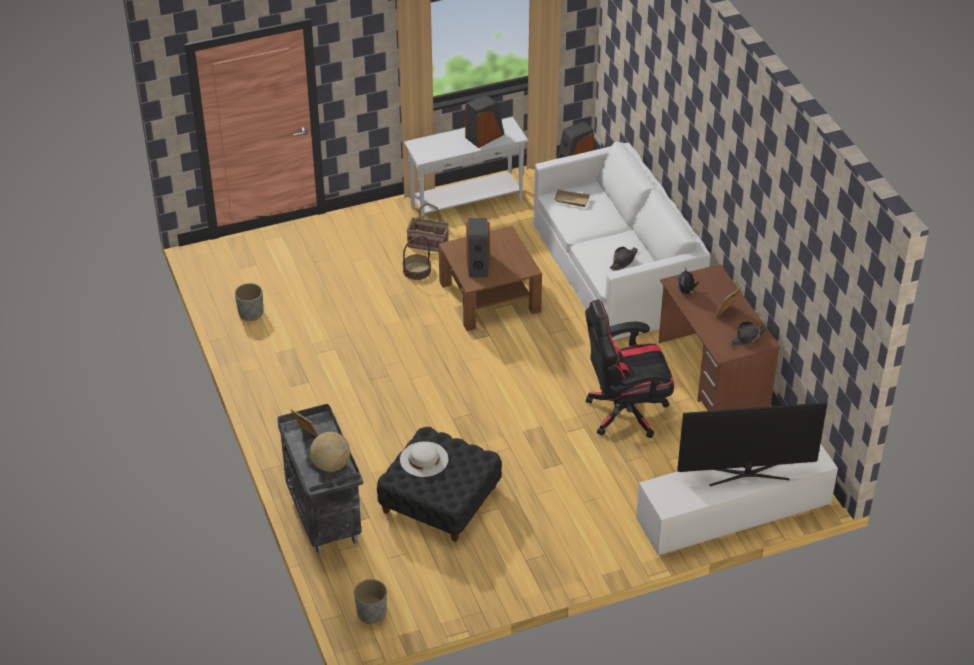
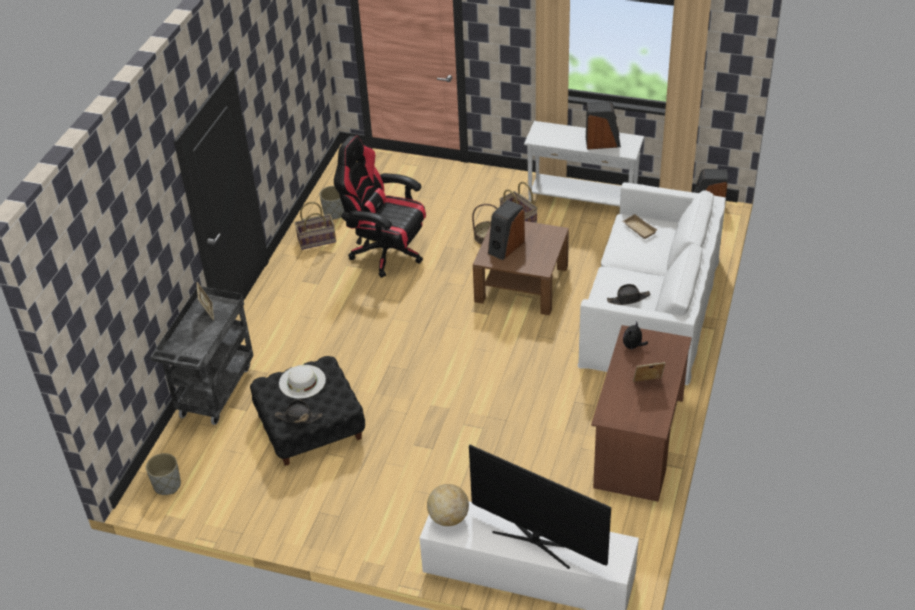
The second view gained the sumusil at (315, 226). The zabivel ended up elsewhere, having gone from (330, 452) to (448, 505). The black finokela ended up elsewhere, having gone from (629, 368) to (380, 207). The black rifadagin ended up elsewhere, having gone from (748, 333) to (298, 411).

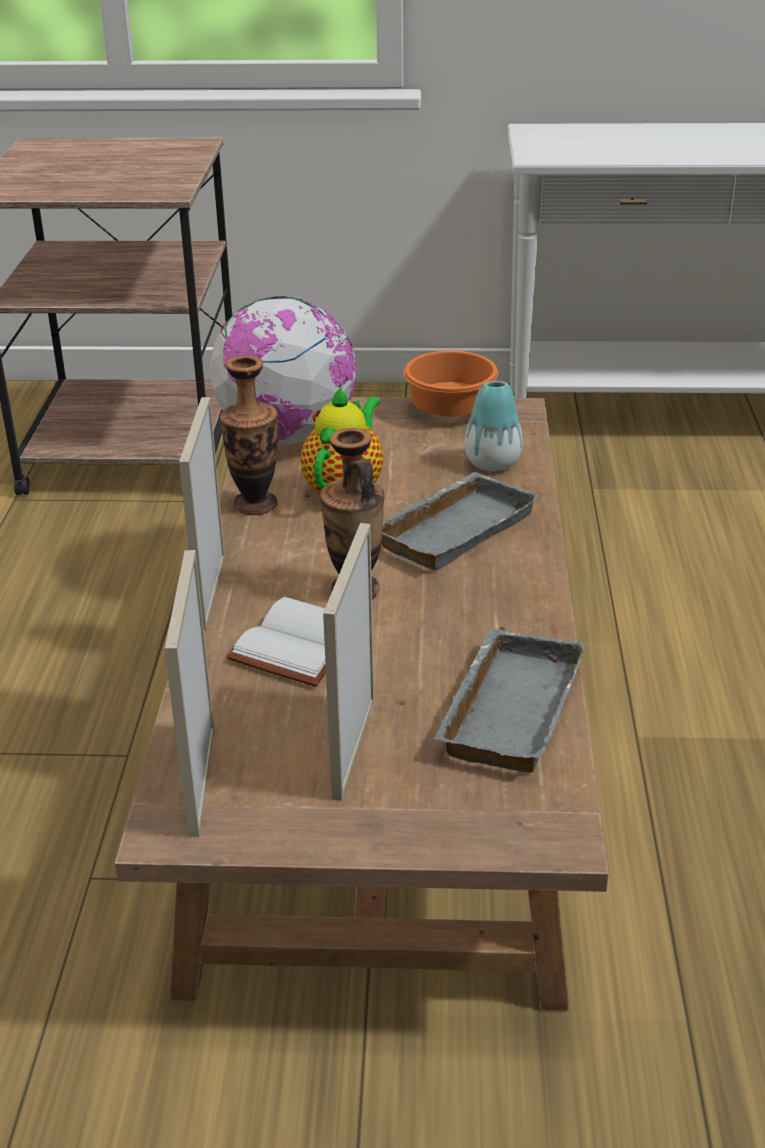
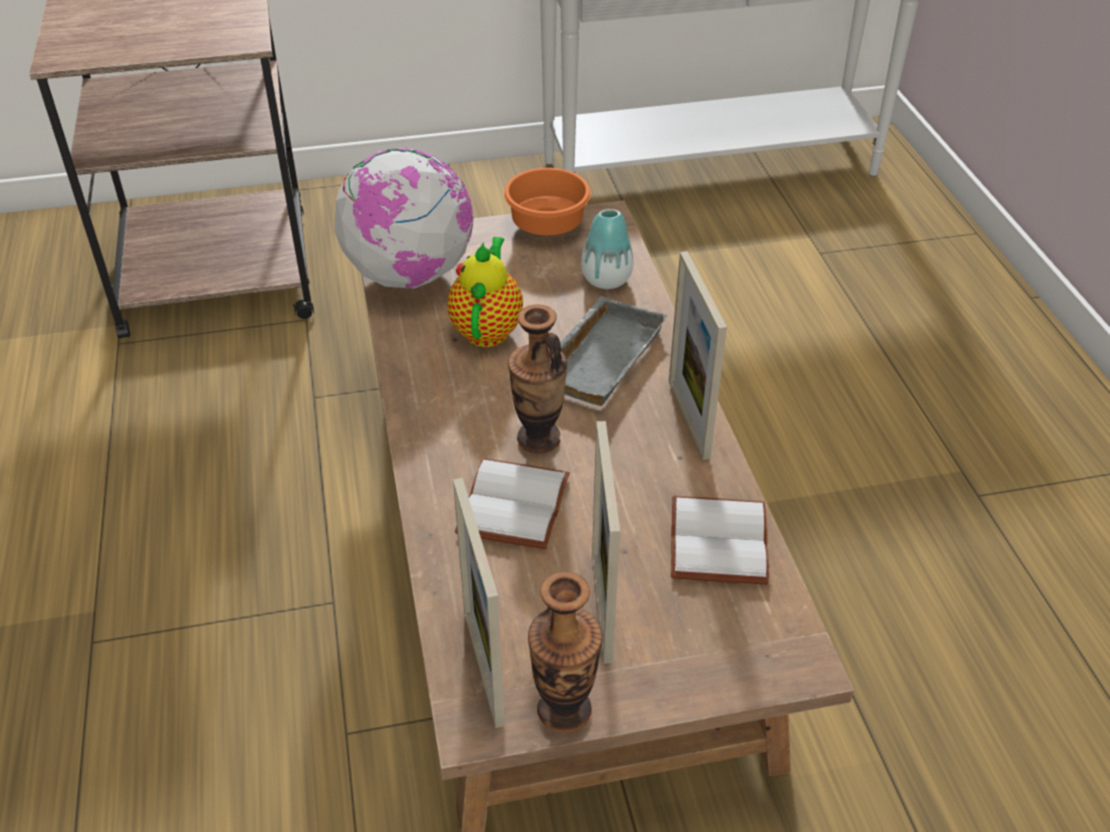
The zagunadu ended up elsewhere, having gone from (202, 514) to (698, 355). The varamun ended up elsewhere, having gone from (249, 435) to (565, 652). Where the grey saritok stood at (509, 700), the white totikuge came to stand at (720, 540).

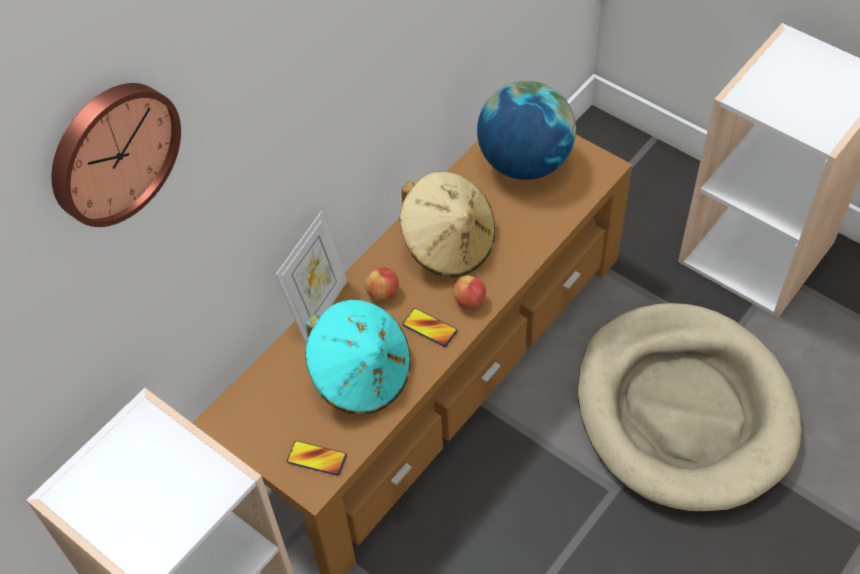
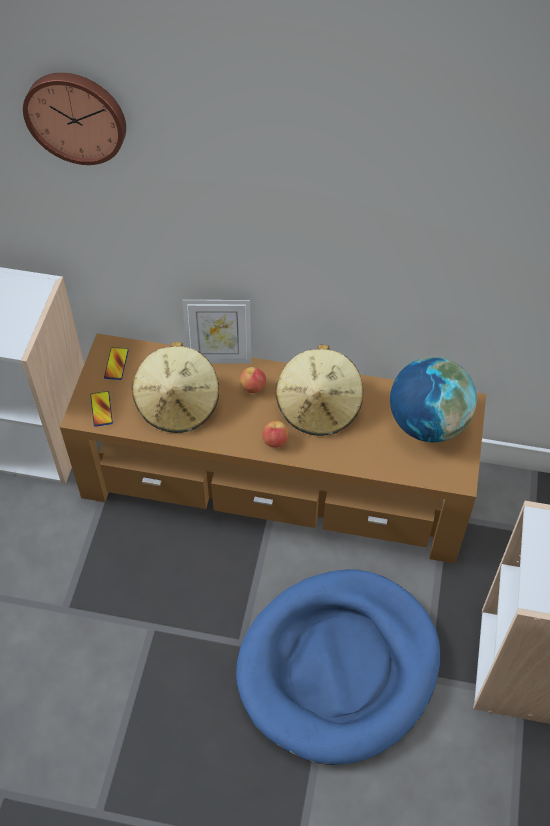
The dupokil ended up elsewhere, having gone from (429, 327) to (116, 363). What was the turquoise rifadagin at (358, 357) turned into the beige rifadagin at (175, 387). What was the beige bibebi at (689, 407) turned into the blue bibebi at (338, 667).

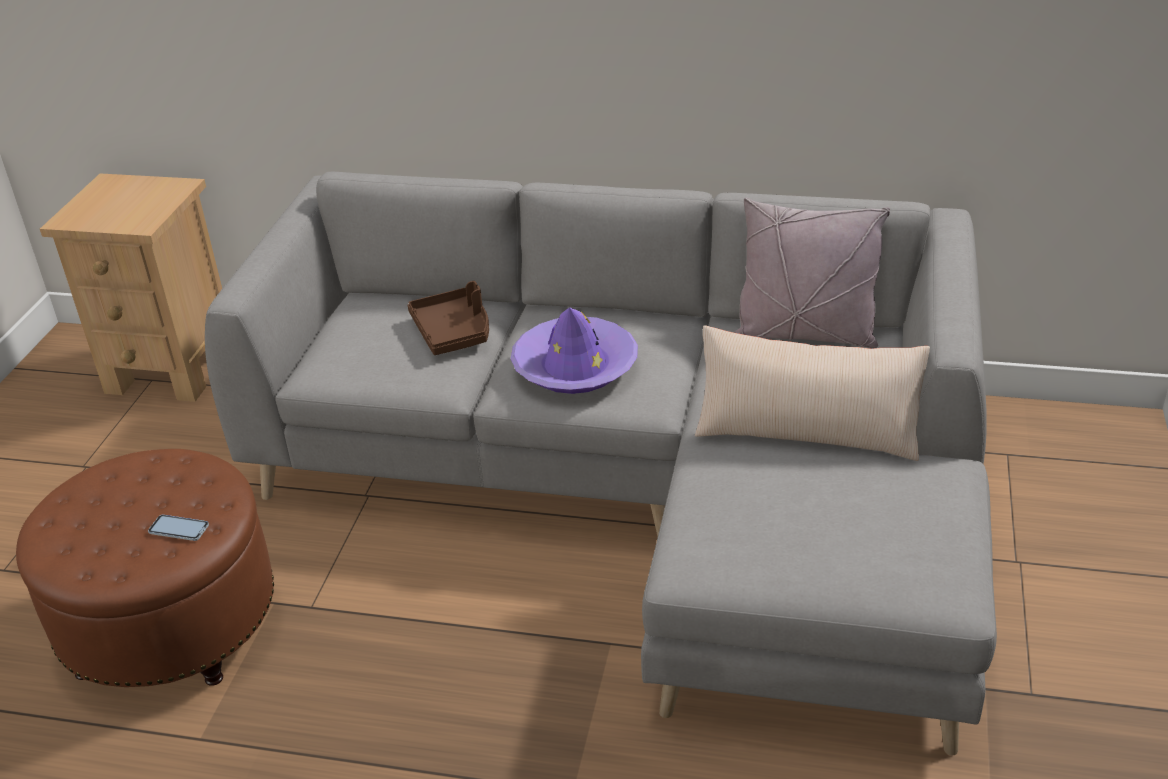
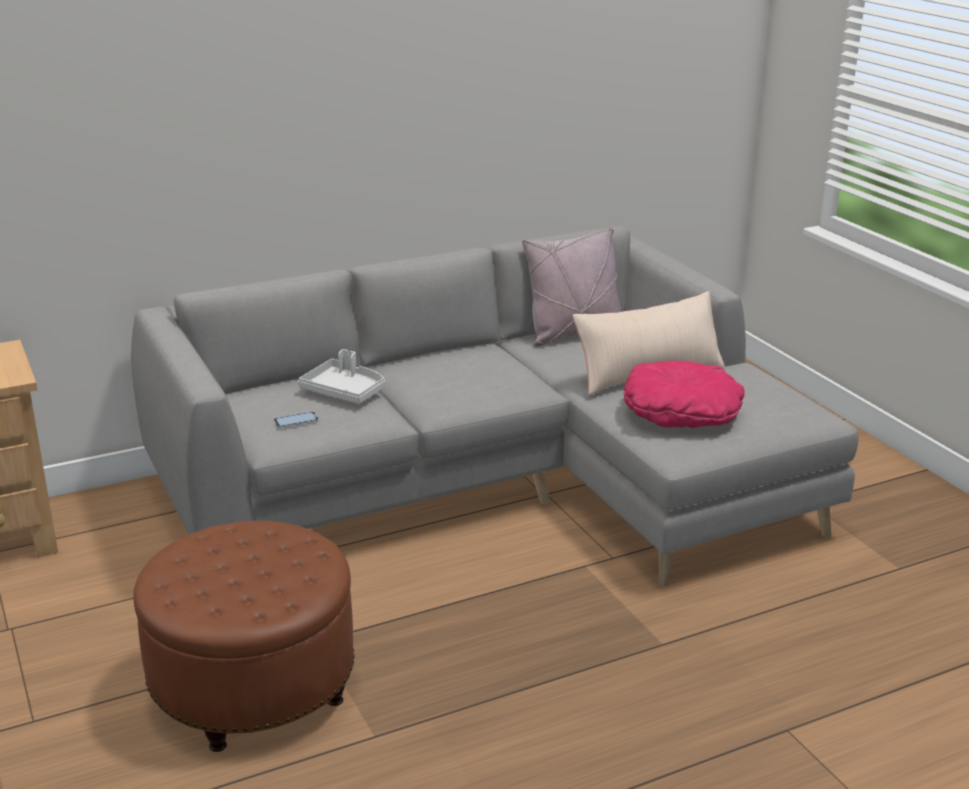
The second view lost the purple rifadagin at (574, 350). The second view gained the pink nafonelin at (684, 394). The dupokil ended up elsewhere, having gone from (178, 528) to (296, 420). What was the brown saritok at (448, 318) turned into the grey saritok at (341, 376).

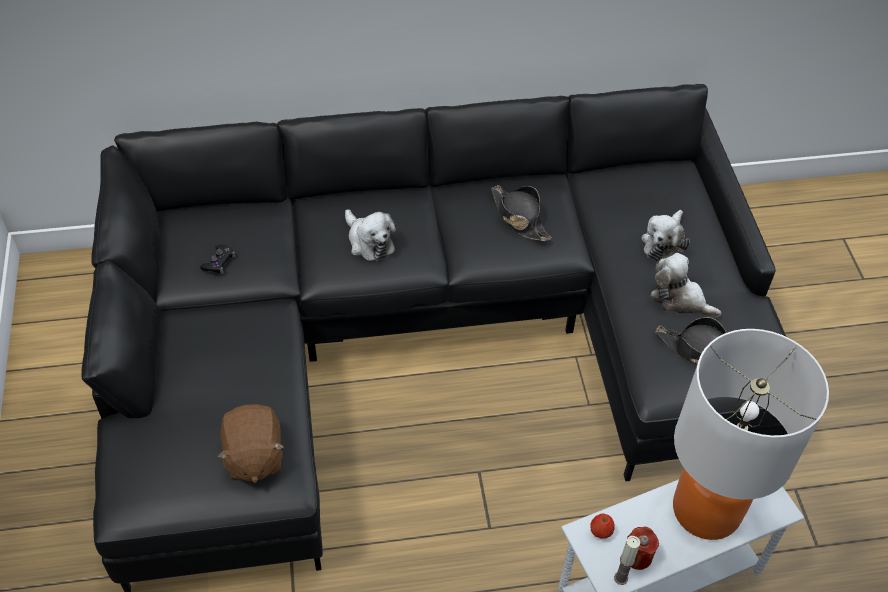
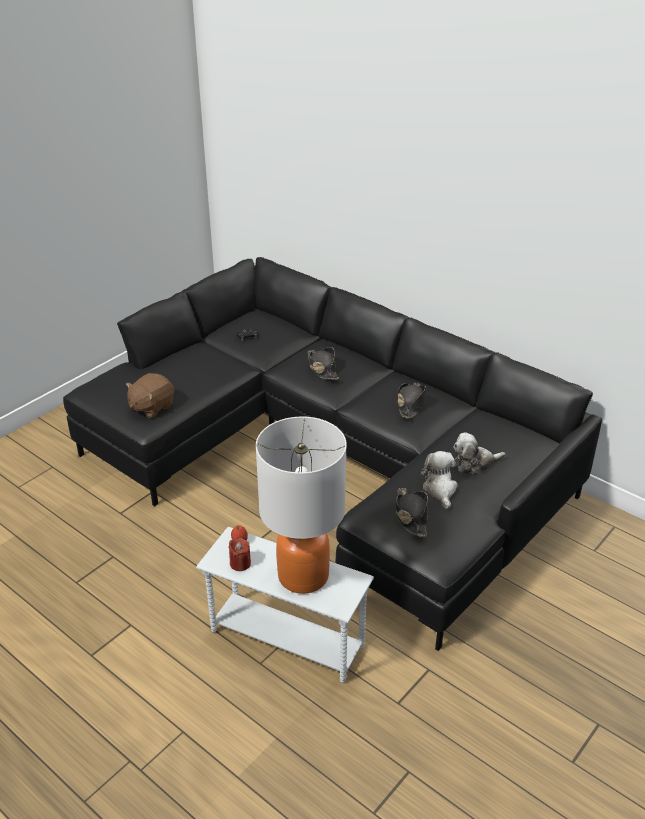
The second view lost the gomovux at (627, 560). Where the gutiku stood at (370, 235), the black rifadagin came to stand at (323, 363).

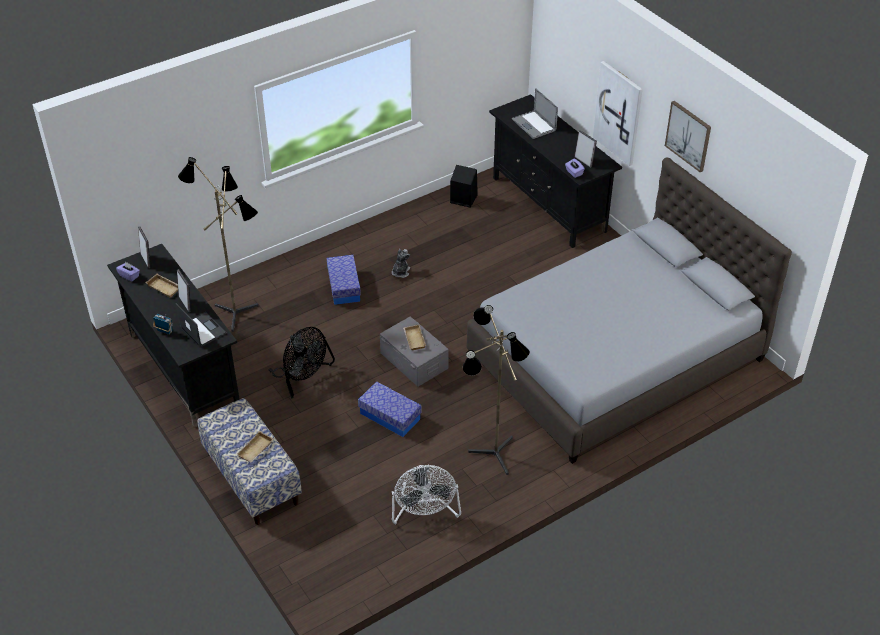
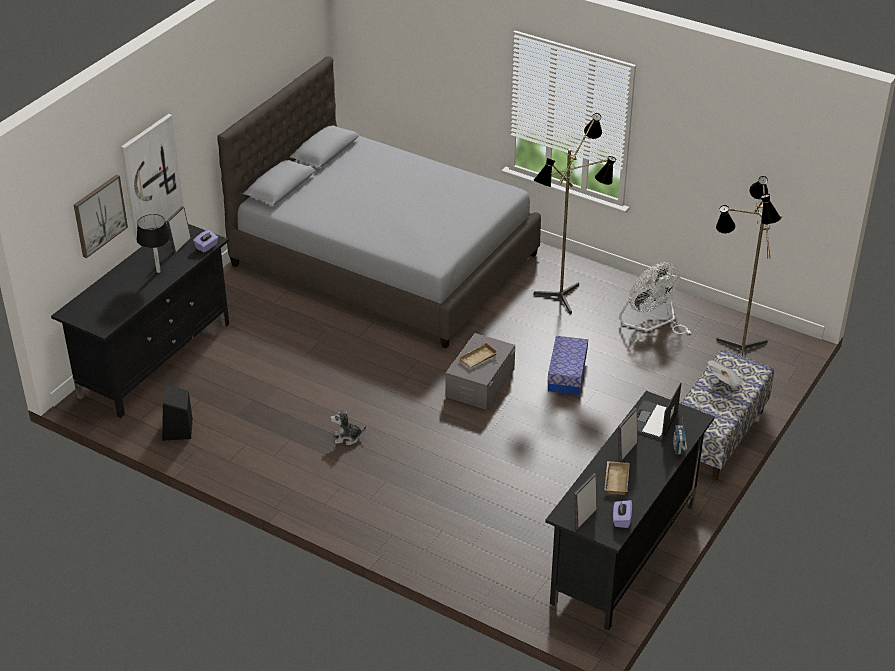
The second view lost the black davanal at (301, 363). The second view lost the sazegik at (344, 280). The second view lost the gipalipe at (535, 113). The second view gained the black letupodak at (154, 243). The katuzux ended up elsewhere, having gone from (218, 244) to (749, 266). The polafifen ended up elsewhere, having gone from (688, 136) to (101, 216). Where the beige saritok stood at (255, 446), the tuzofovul came to stand at (726, 373). The white davanal at (426, 494) ended up facing another way, 90 degrees counterclockwise from before.

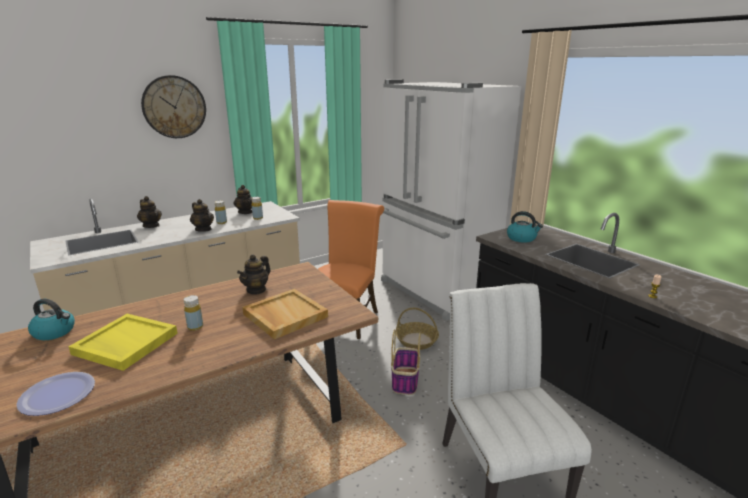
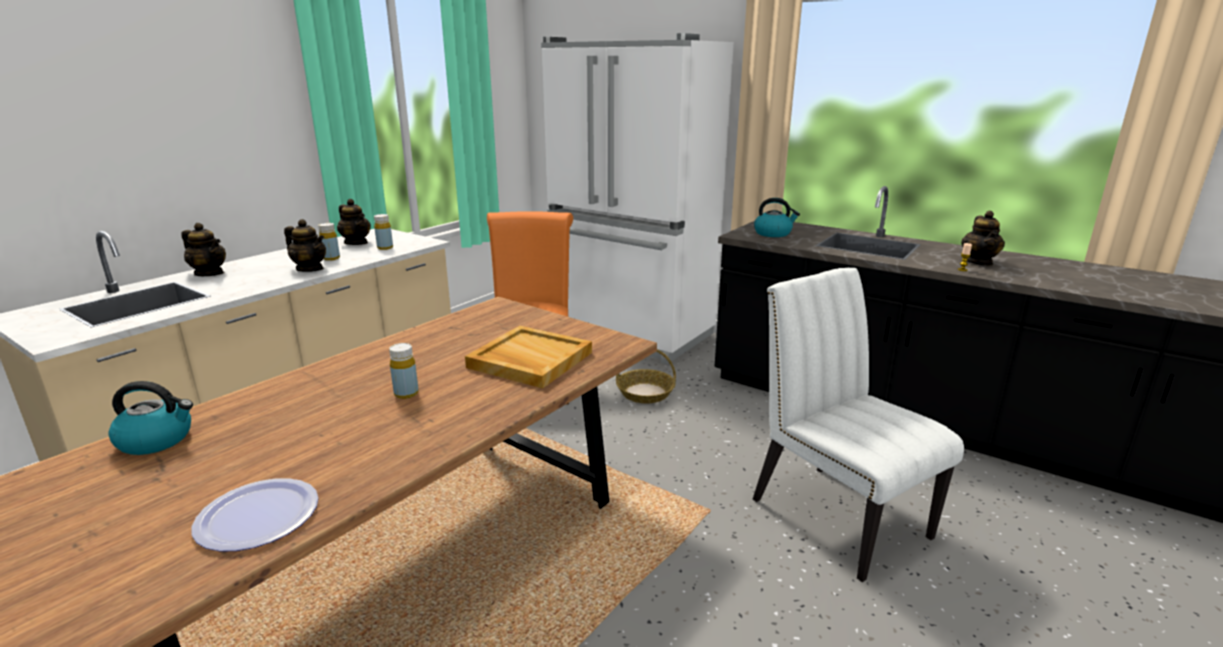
The second view lost the yellow saritok at (123, 342). The second view lost the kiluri at (173, 106). The second view lost the sumusil at (406, 362). The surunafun ended up elsewhere, having gone from (254, 274) to (983, 238).

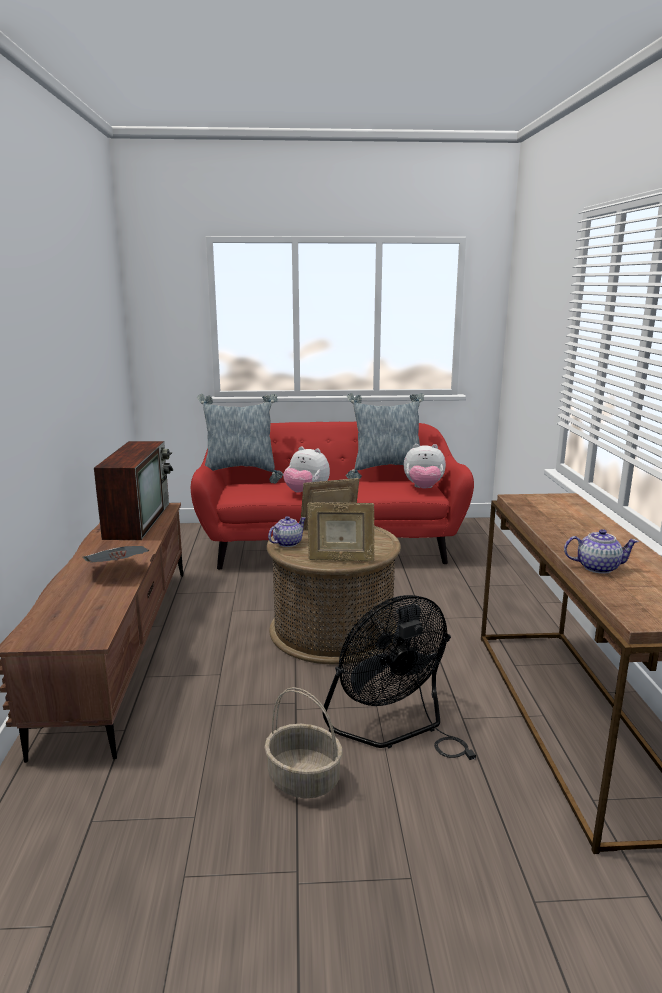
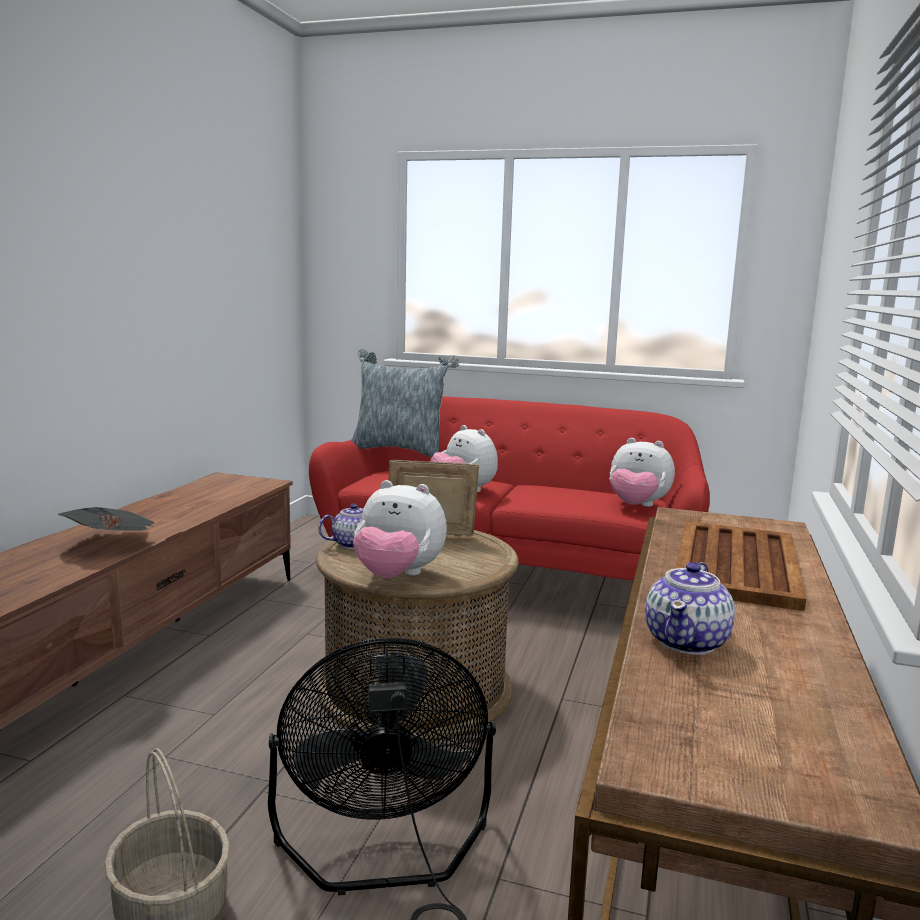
The second view lost the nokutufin at (133, 490). The second view lost the nafonelin at (385, 436). The second view gained the brown saritok at (740, 566). Where the zagunadu stood at (341, 532), the gutiku came to stand at (400, 529). The surunafun at (601, 551) ended up facing another way, 90 degrees clockwise from before.

